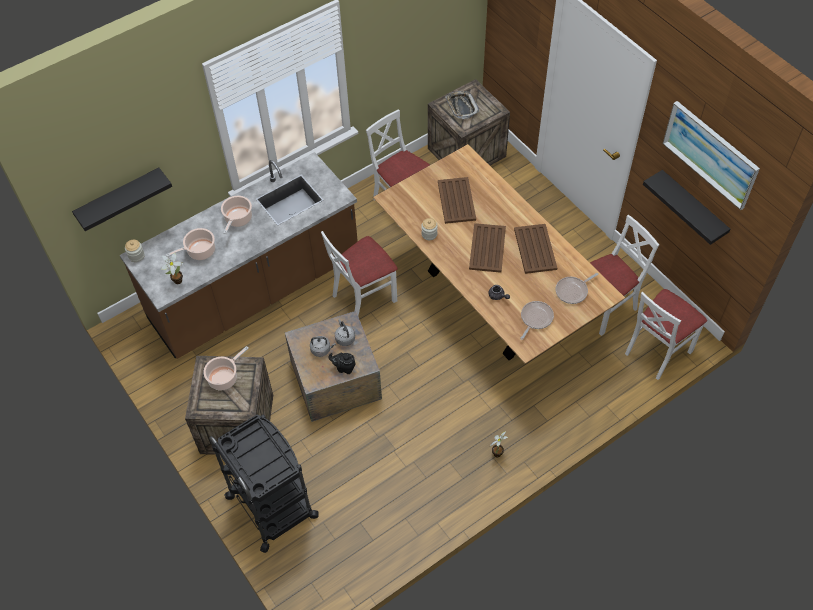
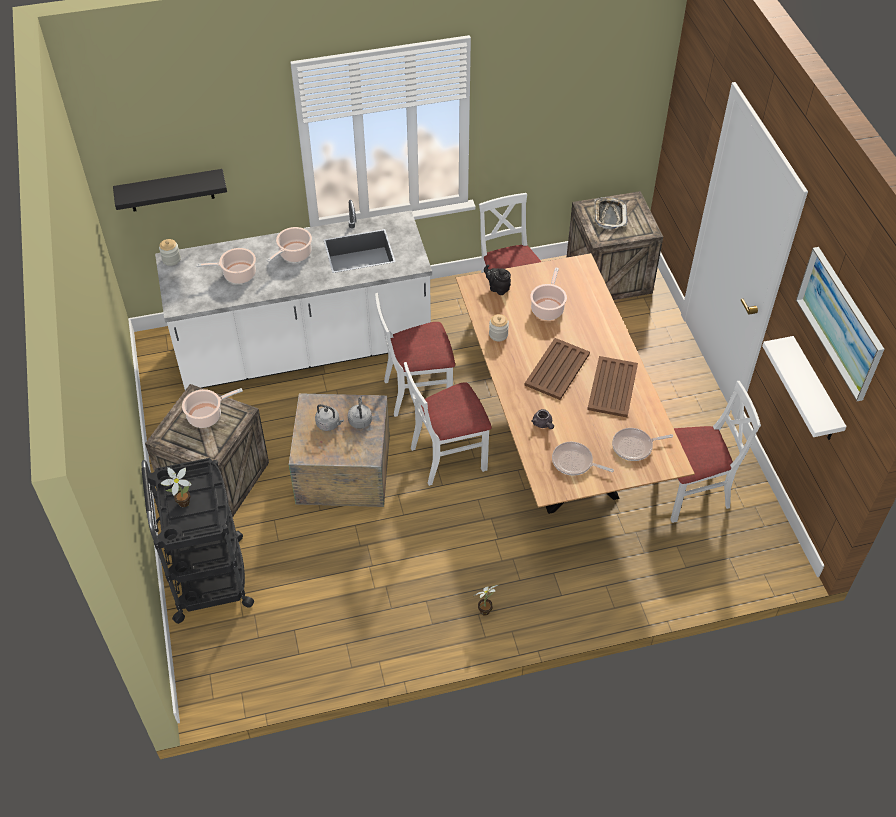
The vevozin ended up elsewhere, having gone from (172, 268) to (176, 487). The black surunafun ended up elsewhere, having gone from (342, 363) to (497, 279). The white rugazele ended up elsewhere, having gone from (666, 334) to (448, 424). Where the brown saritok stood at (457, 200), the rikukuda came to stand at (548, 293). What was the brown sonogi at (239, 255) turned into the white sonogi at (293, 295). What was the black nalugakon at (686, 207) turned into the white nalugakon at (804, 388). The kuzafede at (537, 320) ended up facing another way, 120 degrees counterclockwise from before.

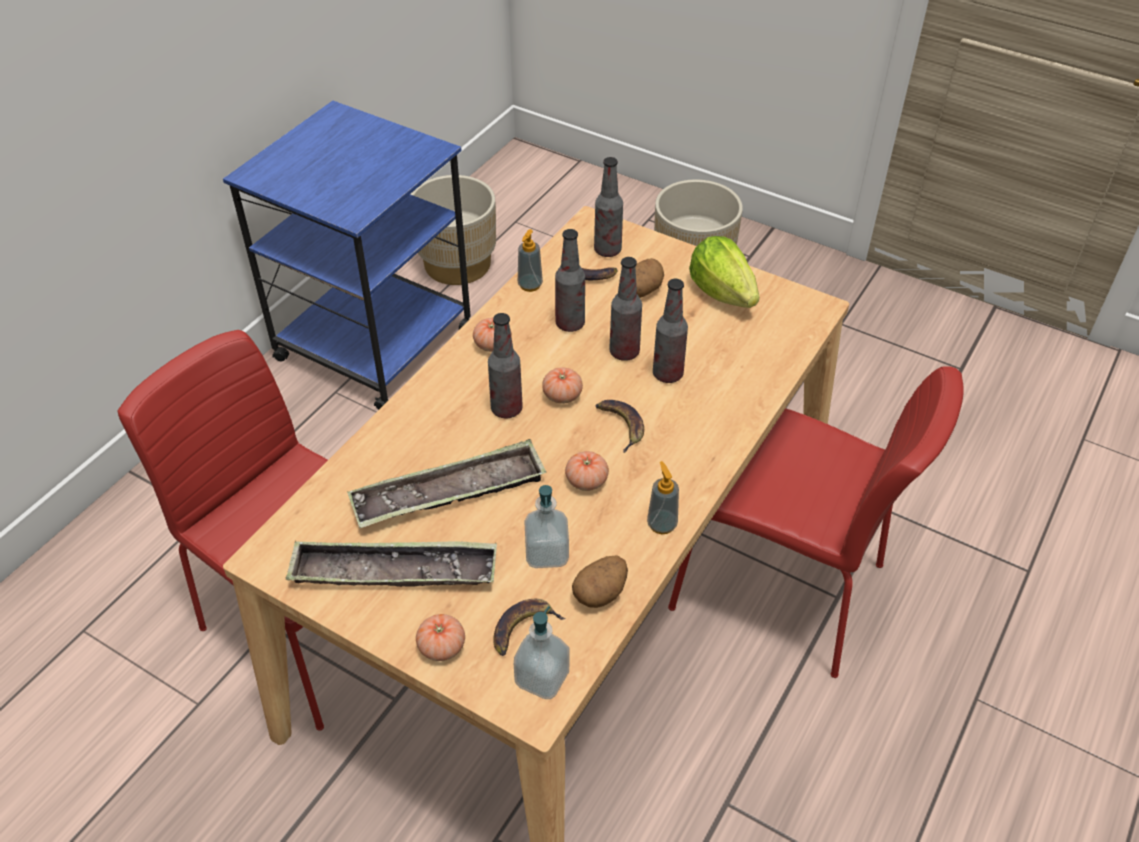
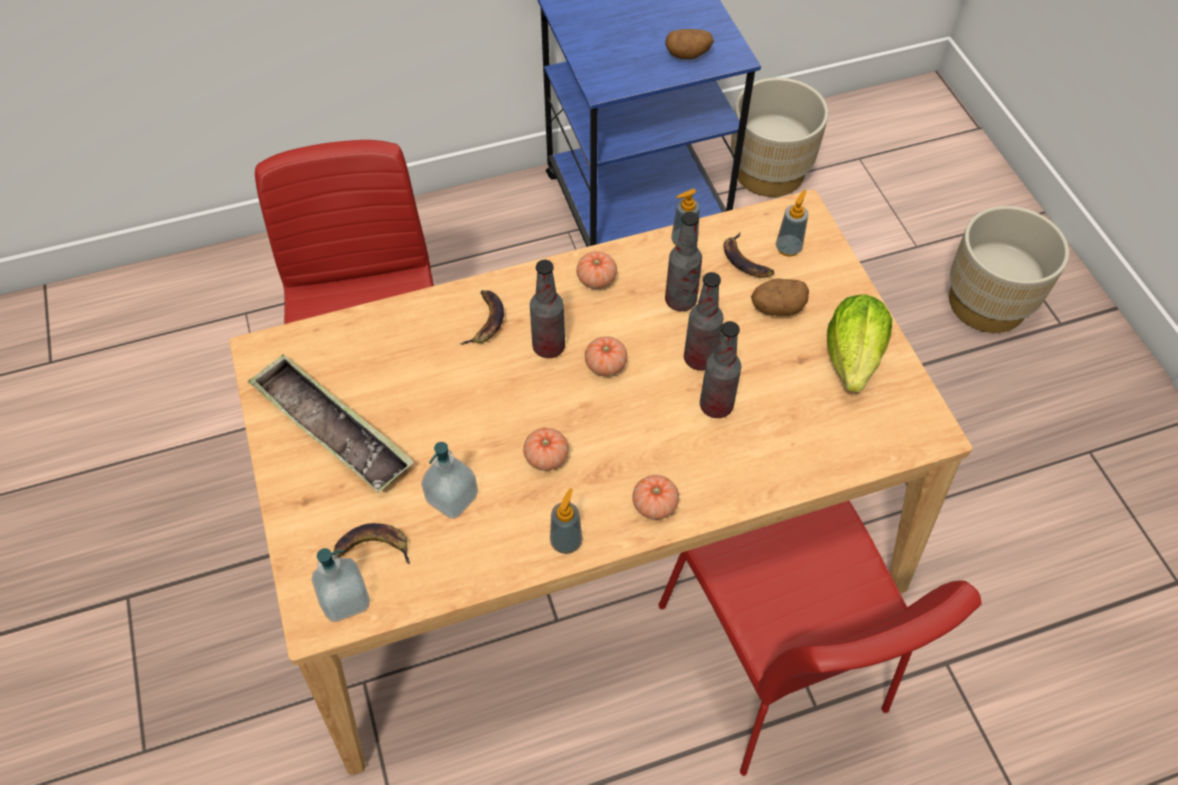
The second view lost the saritok at (446, 483). The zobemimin ended up elsewhere, having gone from (440, 637) to (655, 497). The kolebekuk ended up elsewhere, having gone from (600, 581) to (689, 44). The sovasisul ended up elsewhere, having gone from (619, 426) to (482, 317). Where the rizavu stood at (608, 207), the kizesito came to stand at (792, 223).

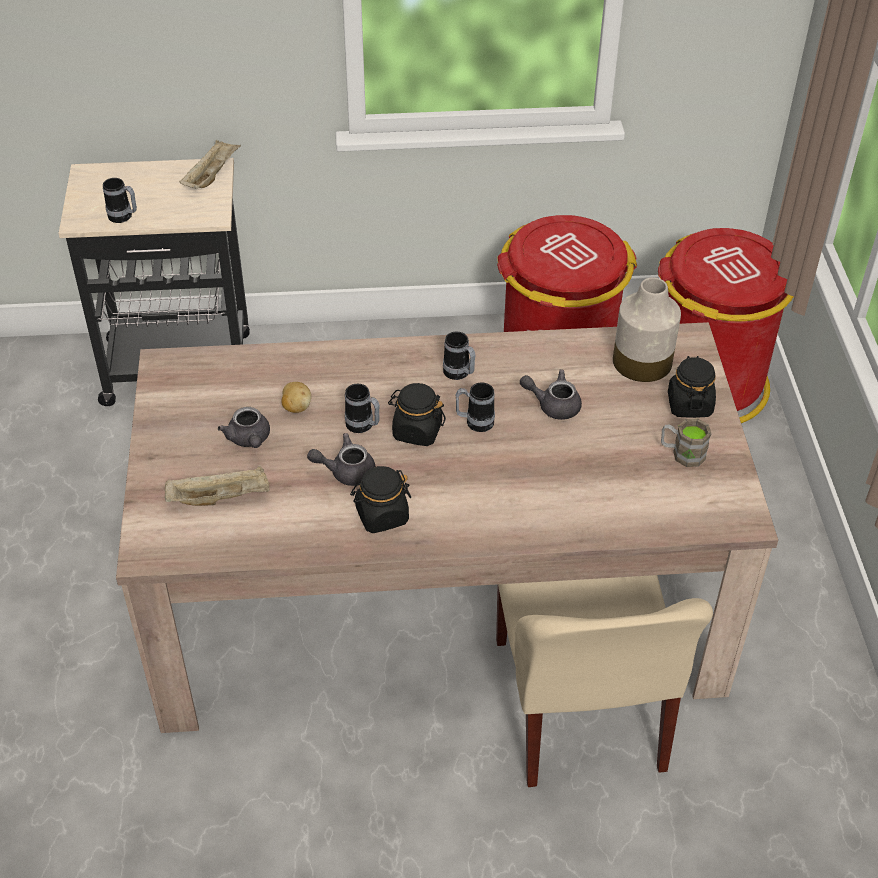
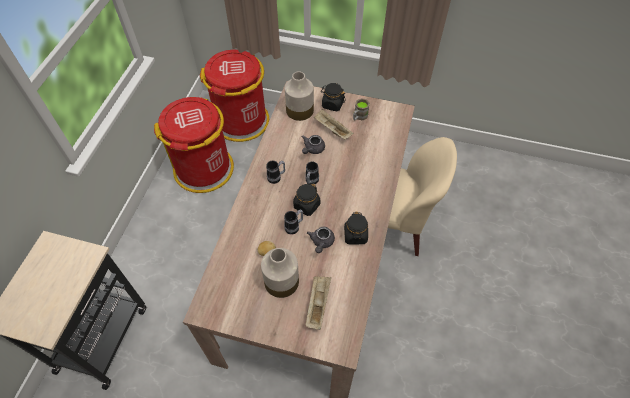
The second view lost the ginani at (120, 200). The beige saritok ended up elsewhere, having gone from (210, 164) to (334, 124). Where the grey surunafun stood at (244, 427), the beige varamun came to stand at (280, 273).

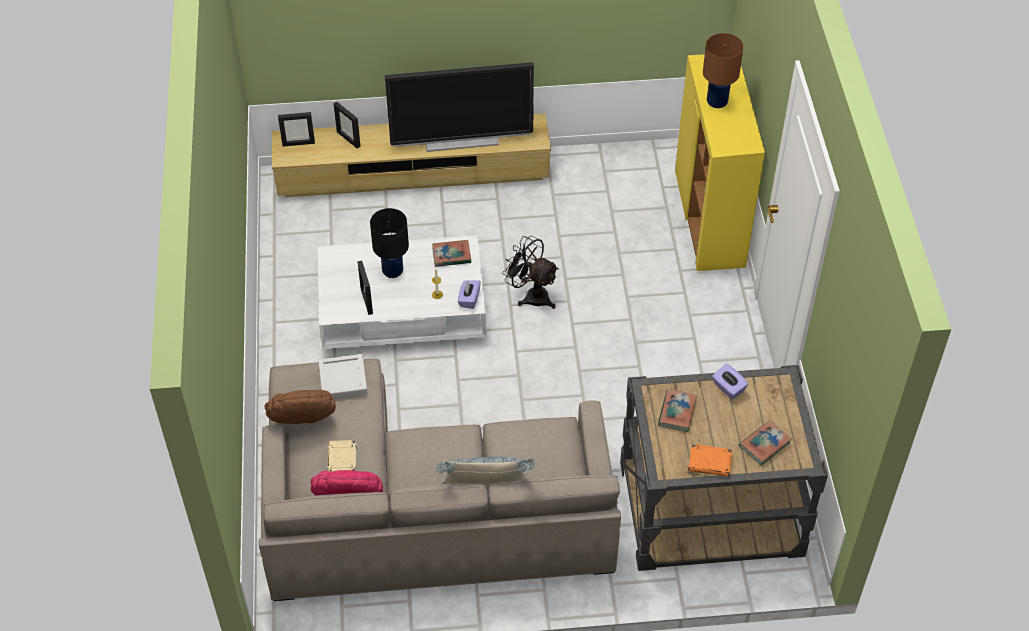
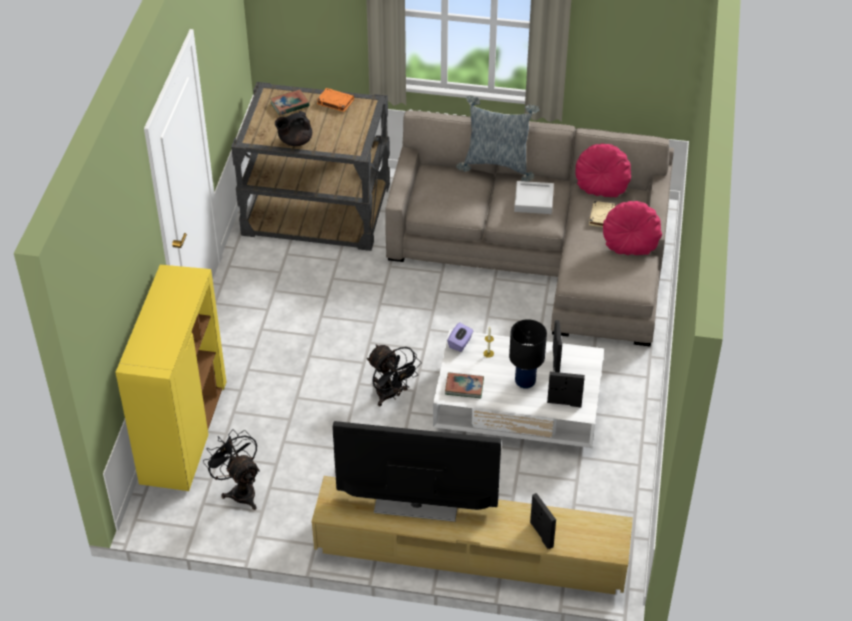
The second view lost the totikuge at (677, 410). The second view lost the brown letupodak at (723, 70). The second view gained the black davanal at (231, 469). The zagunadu ended up elsewhere, having gone from (296, 129) to (566, 389). The grey saritok ended up elsewhere, having gone from (343, 376) to (534, 197). Where the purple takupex stood at (730, 381), the black surunafun came to stand at (293, 128). What was the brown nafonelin at (300, 407) turned into the pink nafonelin at (632, 228).

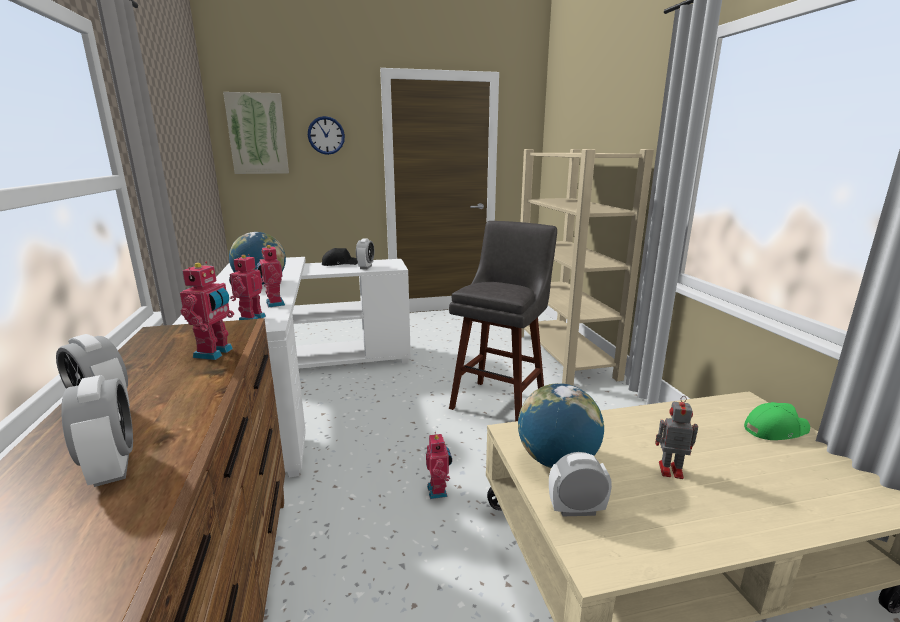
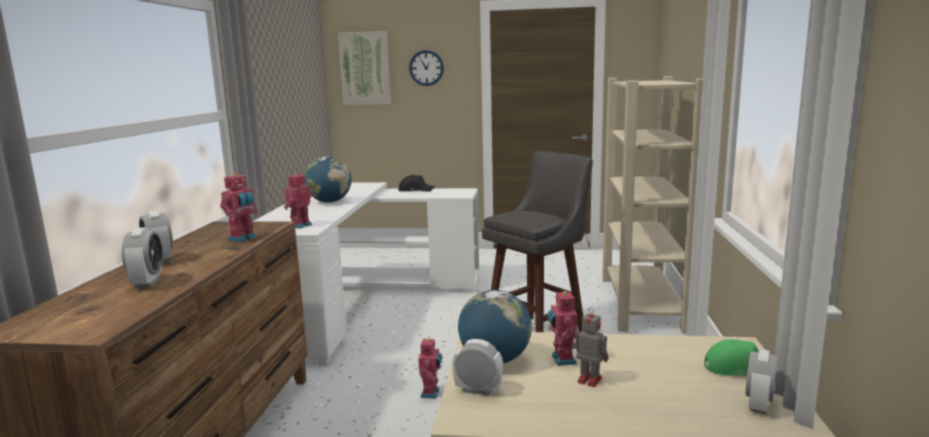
The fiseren ended up elsewhere, having gone from (270, 276) to (562, 327). The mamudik ended up elsewhere, having gone from (365, 253) to (761, 381).

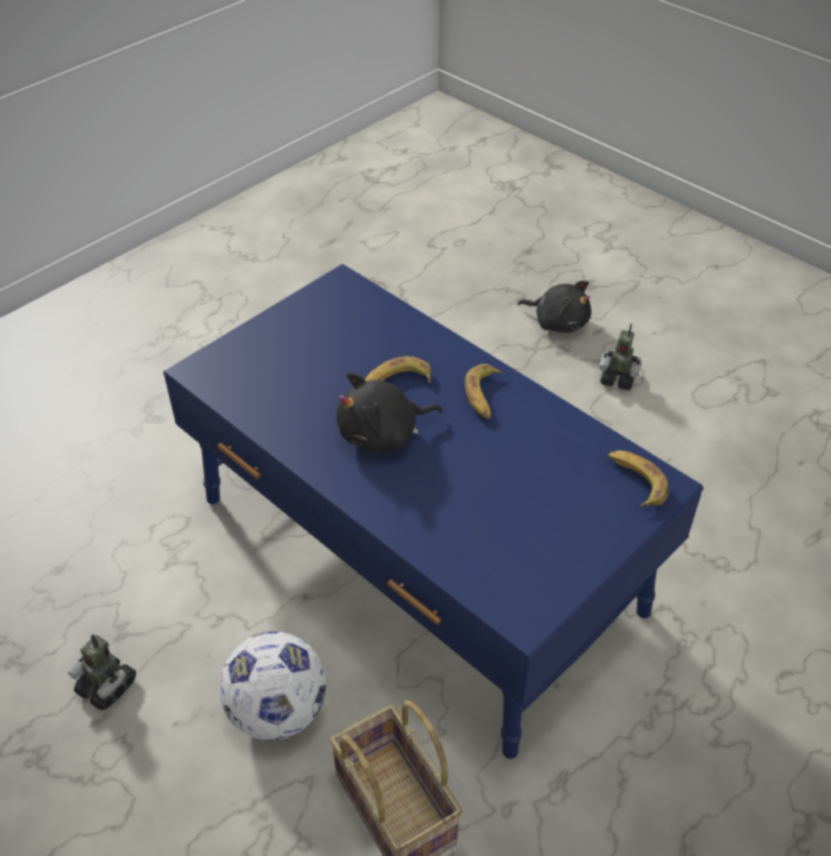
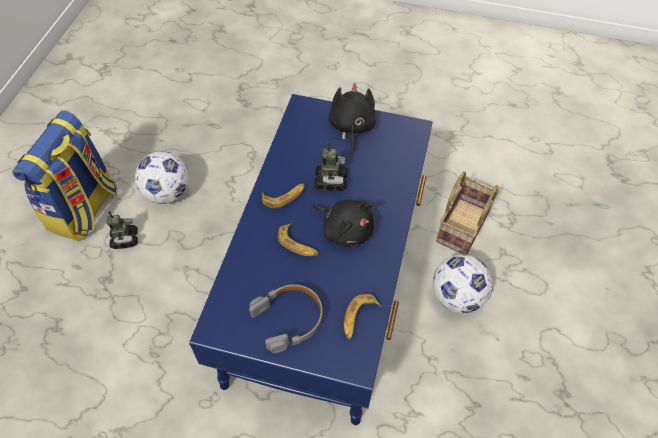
The second view gained the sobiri at (65, 176). The second view gained the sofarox at (162, 177). The second view gained the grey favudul at (285, 318). The fiseren ended up elsewhere, having gone from (102, 672) to (331, 166). The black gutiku ended up elsewhere, having gone from (554, 307) to (352, 118). The sovasisul ended up elsewhere, having gone from (638, 479) to (362, 316).

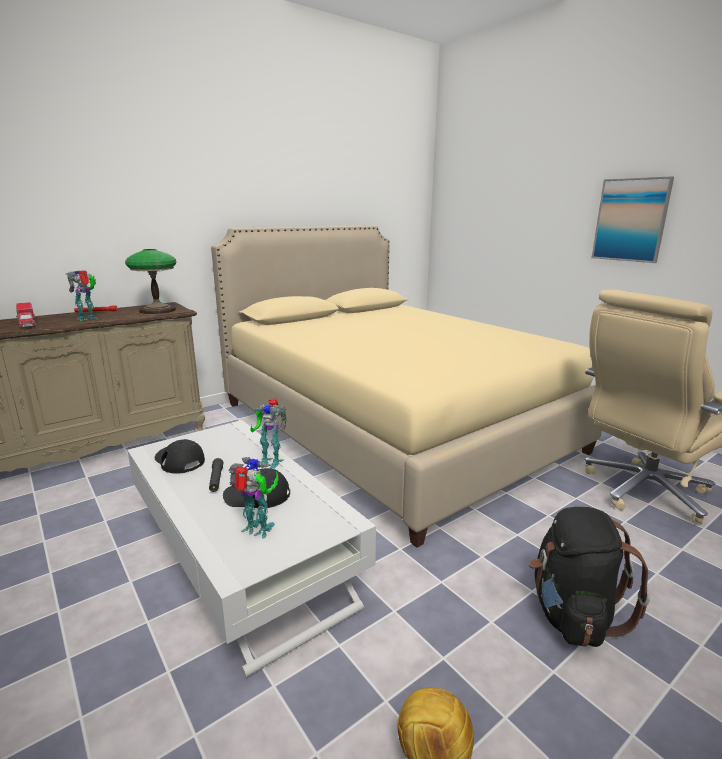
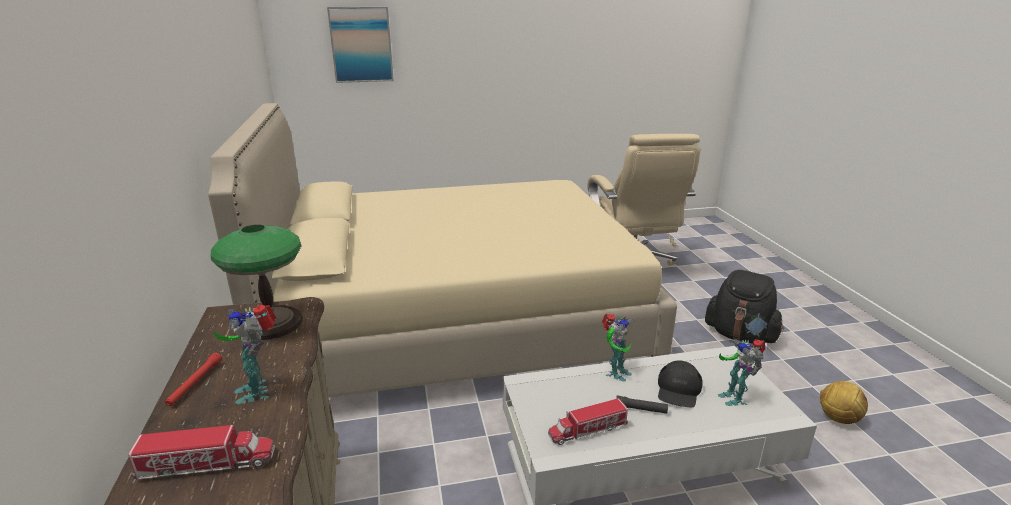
The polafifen ended up elsewhere, having gone from (632, 219) to (360, 45). Where the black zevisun stood at (180, 456), the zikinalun came to stand at (588, 421). The fiseren at (253, 498) ended up facing another way, 60 degrees counterclockwise from before.

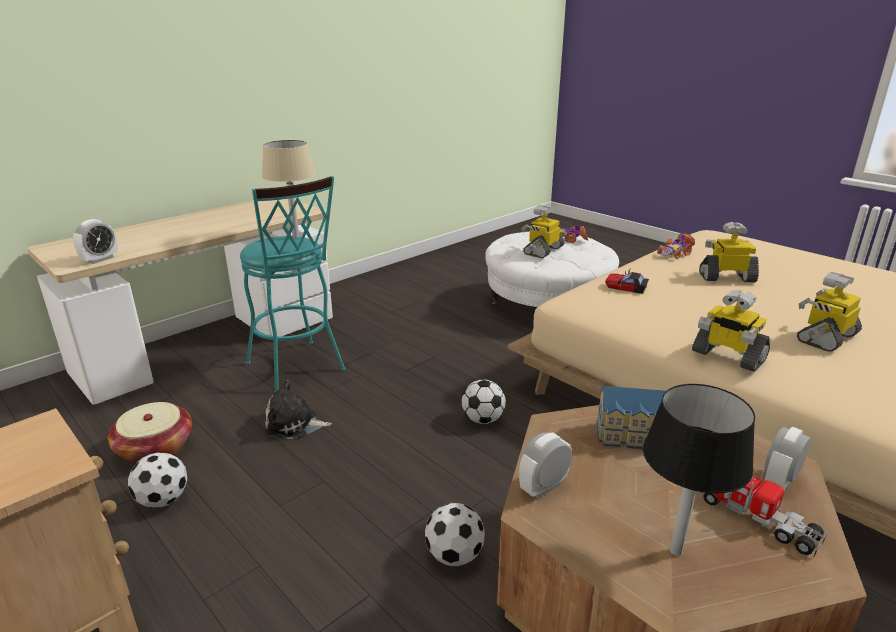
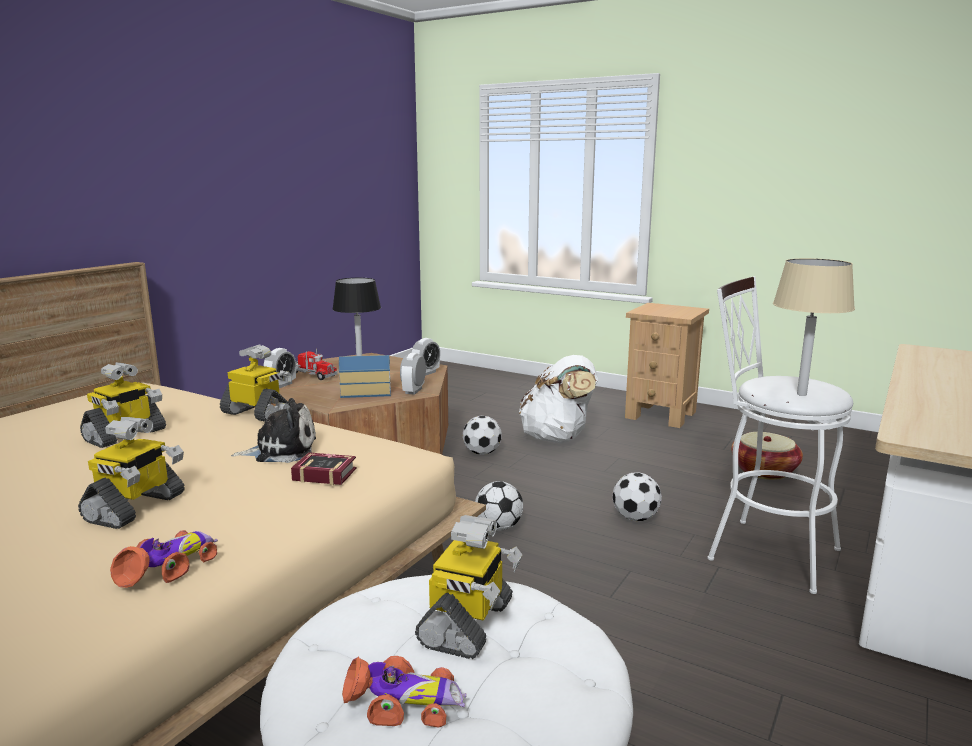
The second view gained the white sobiri at (558, 399). The mamudik ended up elsewhere, having gone from (95, 241) to (413, 374). The sofarox ended up elsewhere, having gone from (157, 480) to (637, 496). The gutiku ended up elsewhere, having gone from (298, 409) to (273, 430). Where the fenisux stood at (627, 281), the totikuge came to stand at (323, 468). What was the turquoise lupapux at (292, 284) turned into the white lupapux at (780, 435). The fiseren at (729, 252) ended up facing another way, 60 degrees counterclockwise from before.

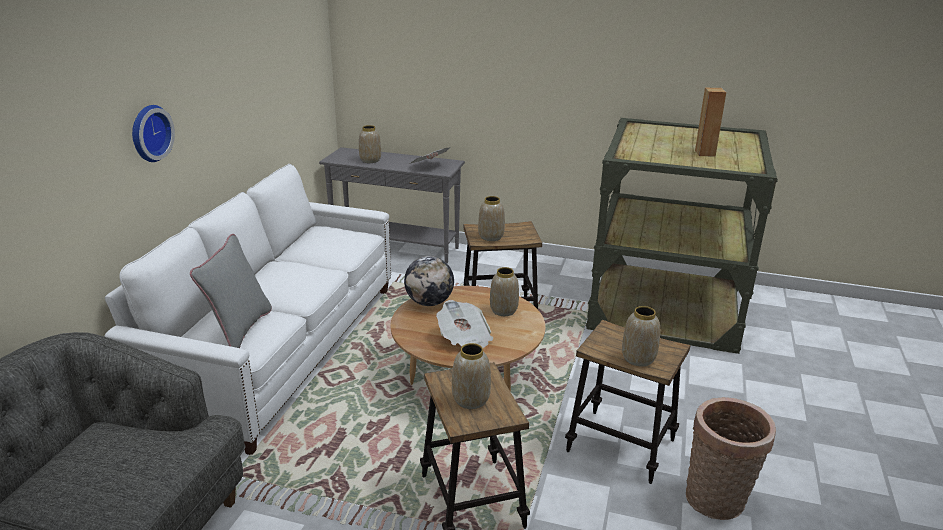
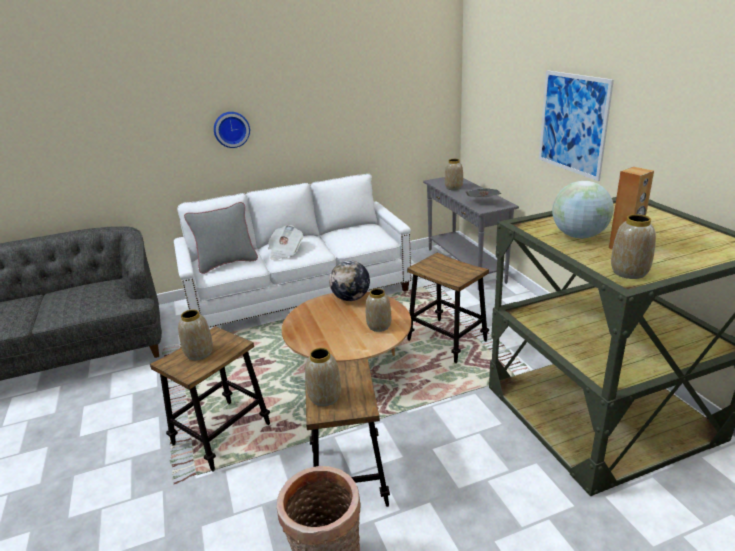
The second view gained the polafifen at (576, 125). The second view gained the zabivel at (583, 209). The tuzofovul ended up elsewhere, having gone from (464, 324) to (285, 242). The varamun ended up elsewhere, having gone from (491, 218) to (633, 246).

